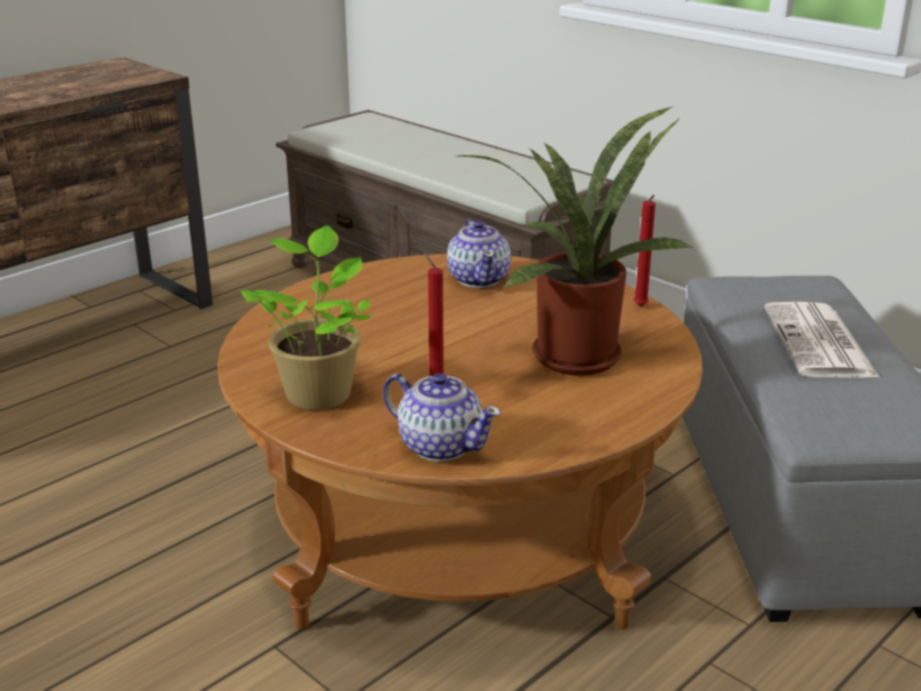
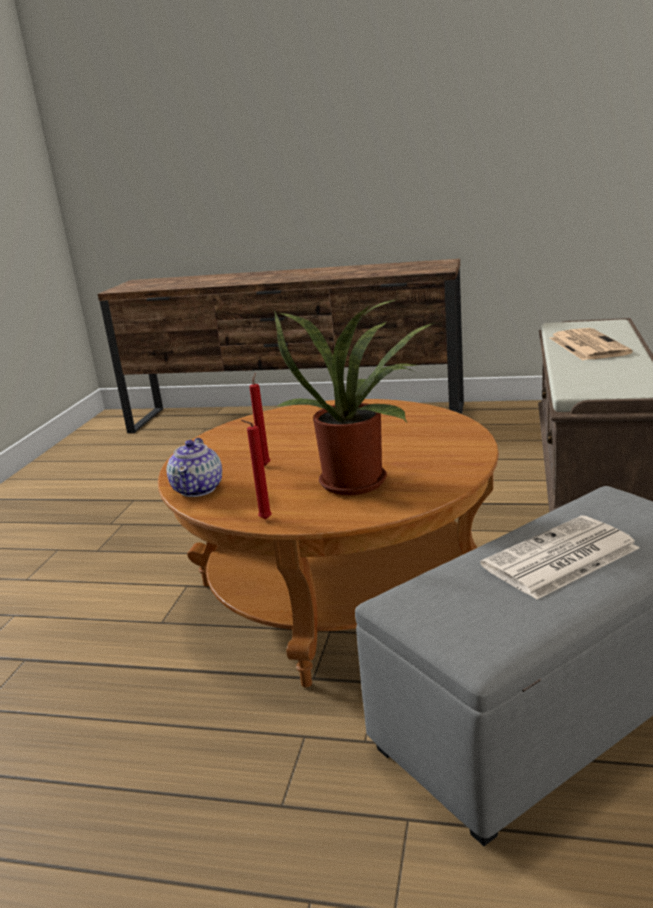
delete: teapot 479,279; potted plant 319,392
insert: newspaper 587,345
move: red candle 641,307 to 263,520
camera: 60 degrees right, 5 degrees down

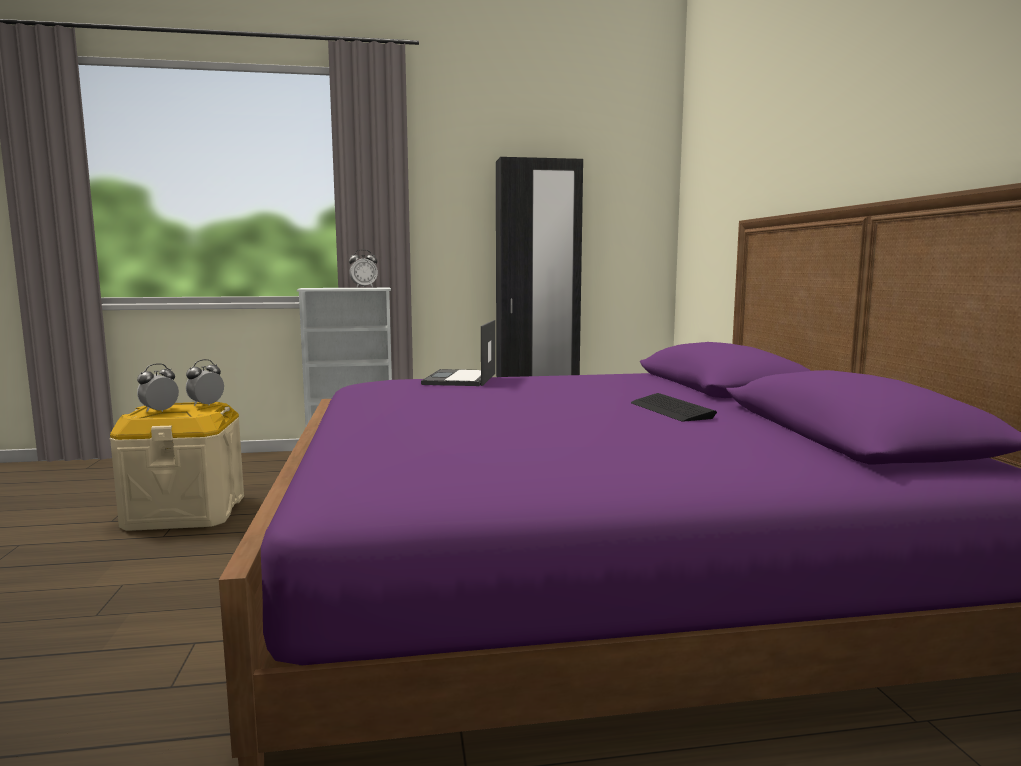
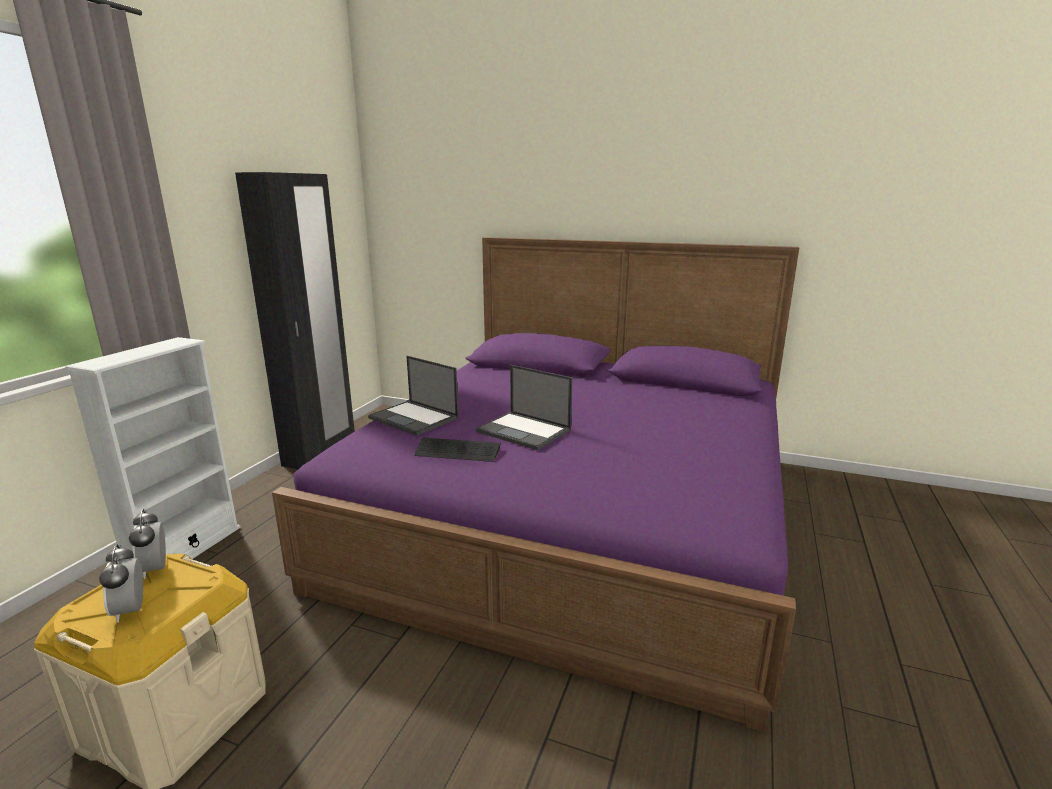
delete: alarm clock 364,287
insert: laptop 525,431
move: keyboard 671,410 to 457,451
camera: 60 degrees left, 10 degrees up

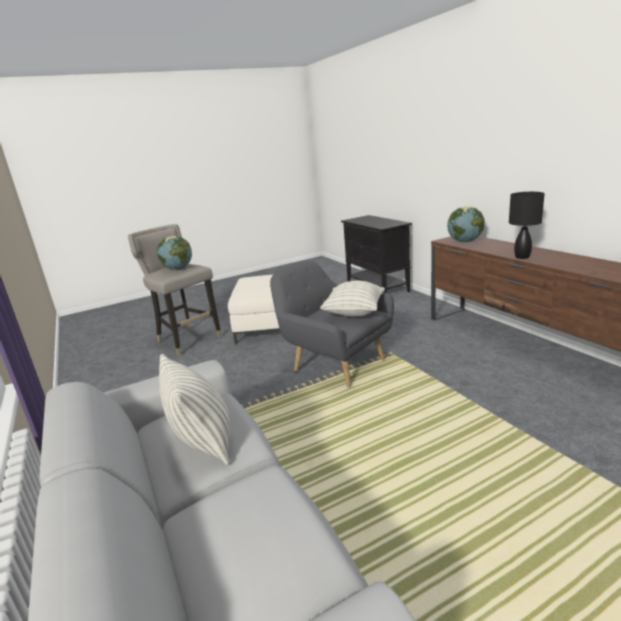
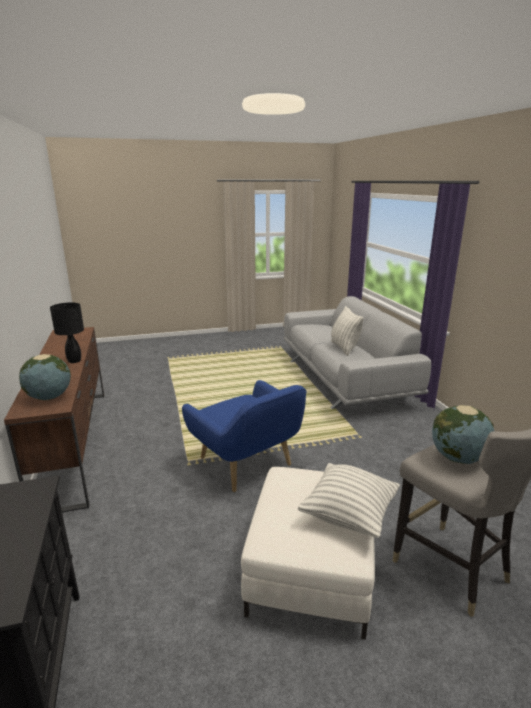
move: pillow 354,313 to 349,515
recolor: grey armchair 335,363 to blue armchair 247,465
camera: 170 degrees left, 0 degrees up

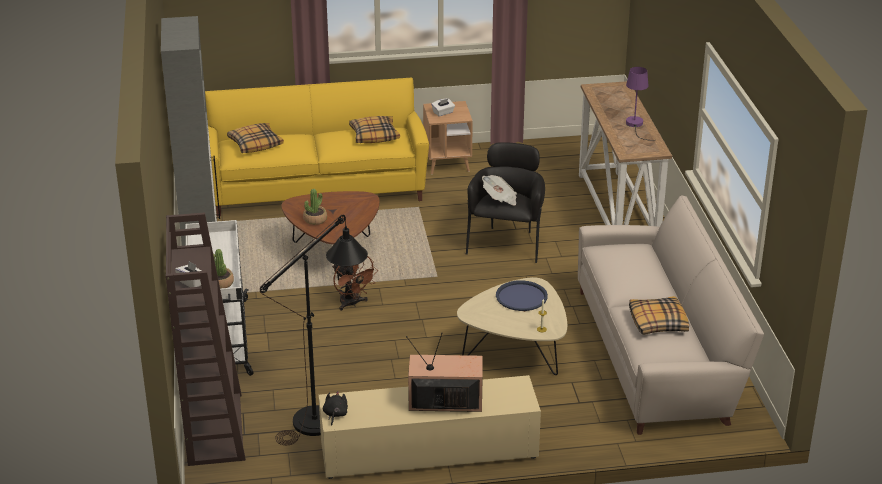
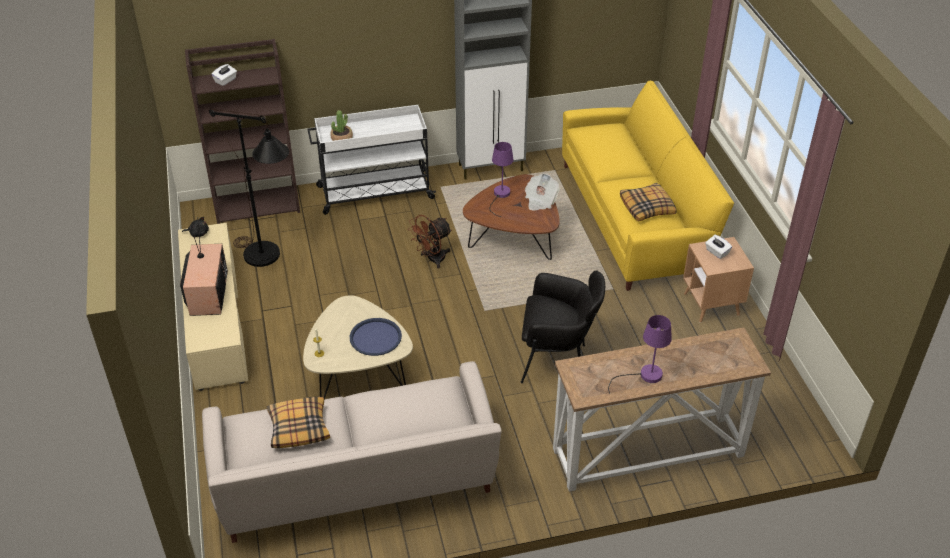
delete: pillow 255,144
move: newspaper 500,199 to 540,200
replace: potted plant 315,219 to purple table lamp 500,196
camera: 85 degrees right, 10 degrees up

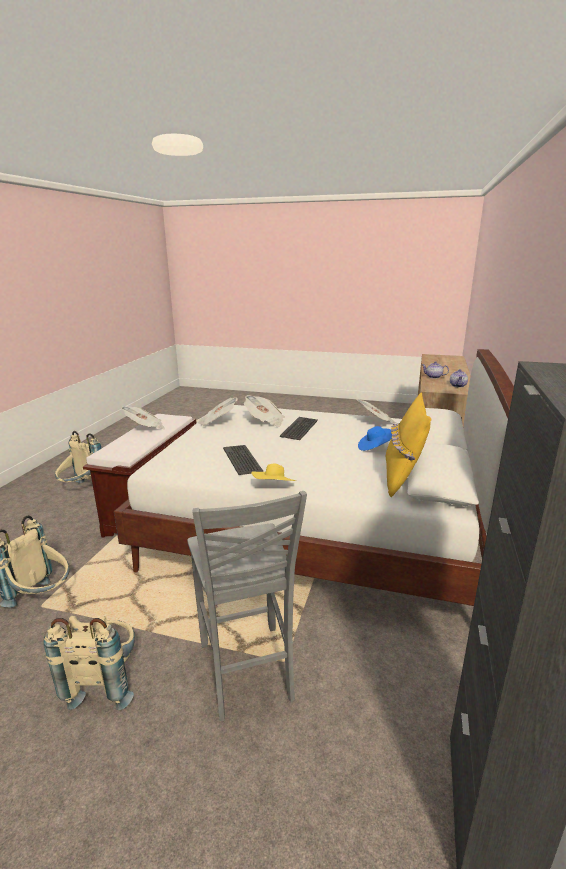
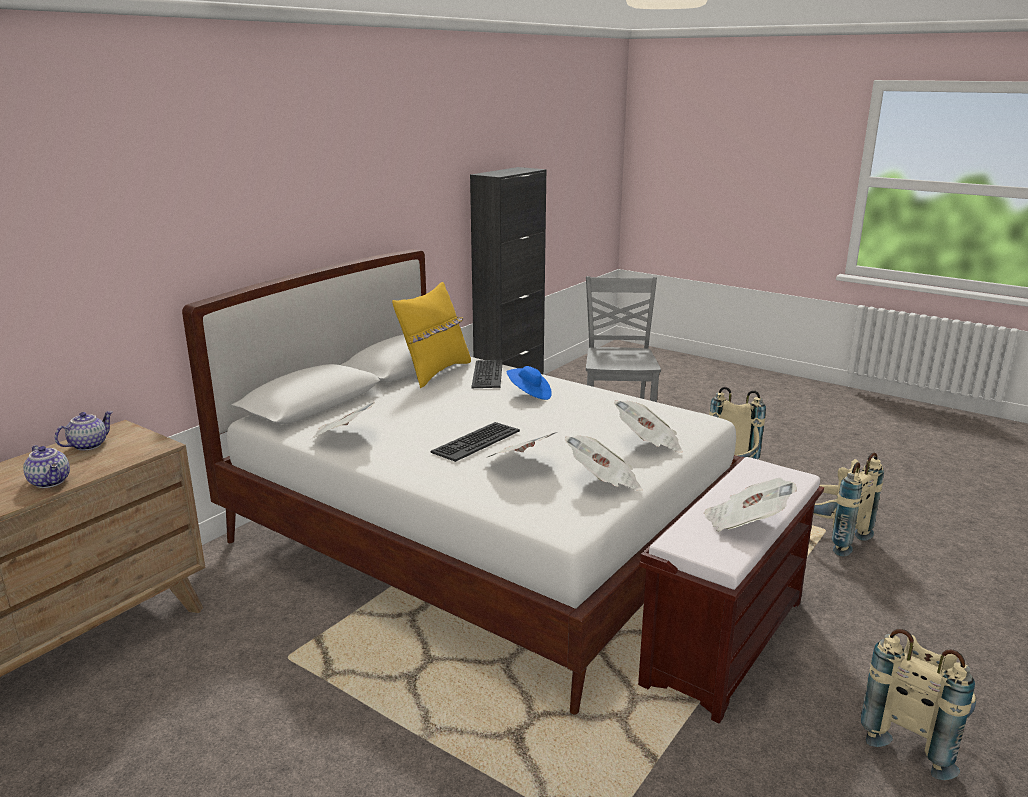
delete: yellow hat 274,488
insert: newspaper 648,443
move: blue hat 375,448 to 529,394; keyboard 242,460 to 486,374
camera: 160 degrees left, 0 degrees up

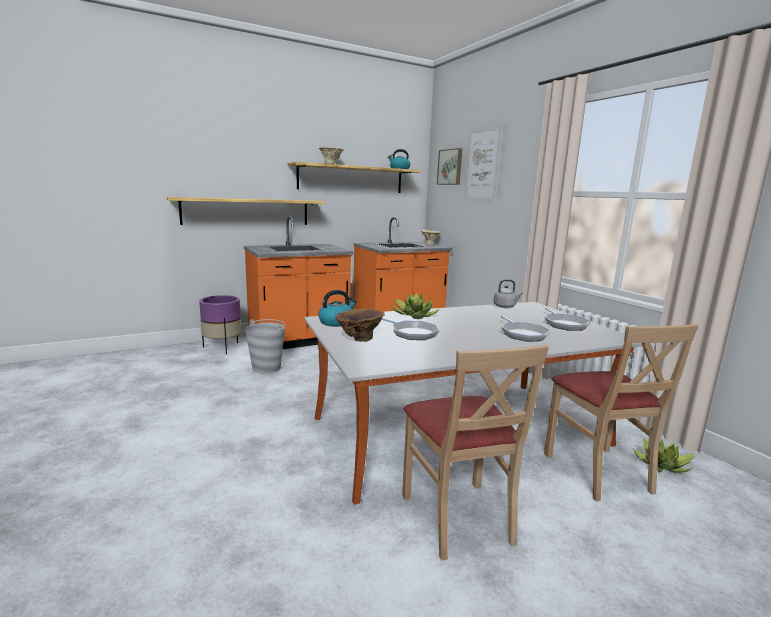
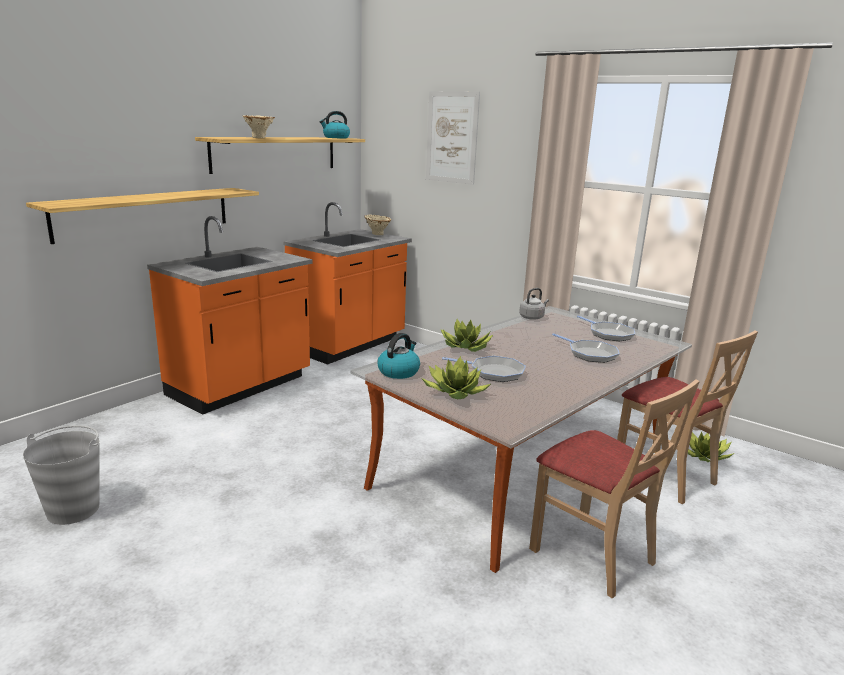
delete: picture 450,167; purple planter 222,348
move: grey bucket 267,368 to 74,509
replace: brown vase 359,339 to potted plant 455,392
camera: 25 degrees left, 5 degrees up

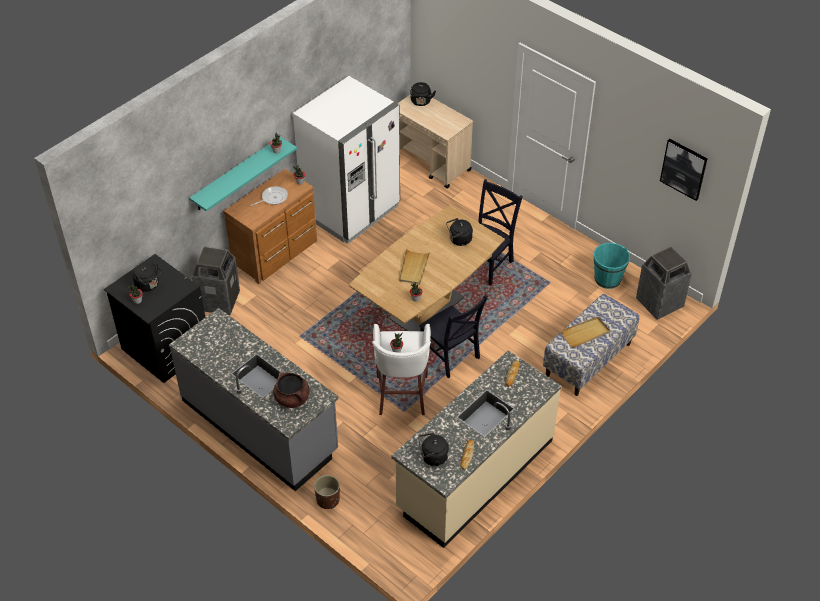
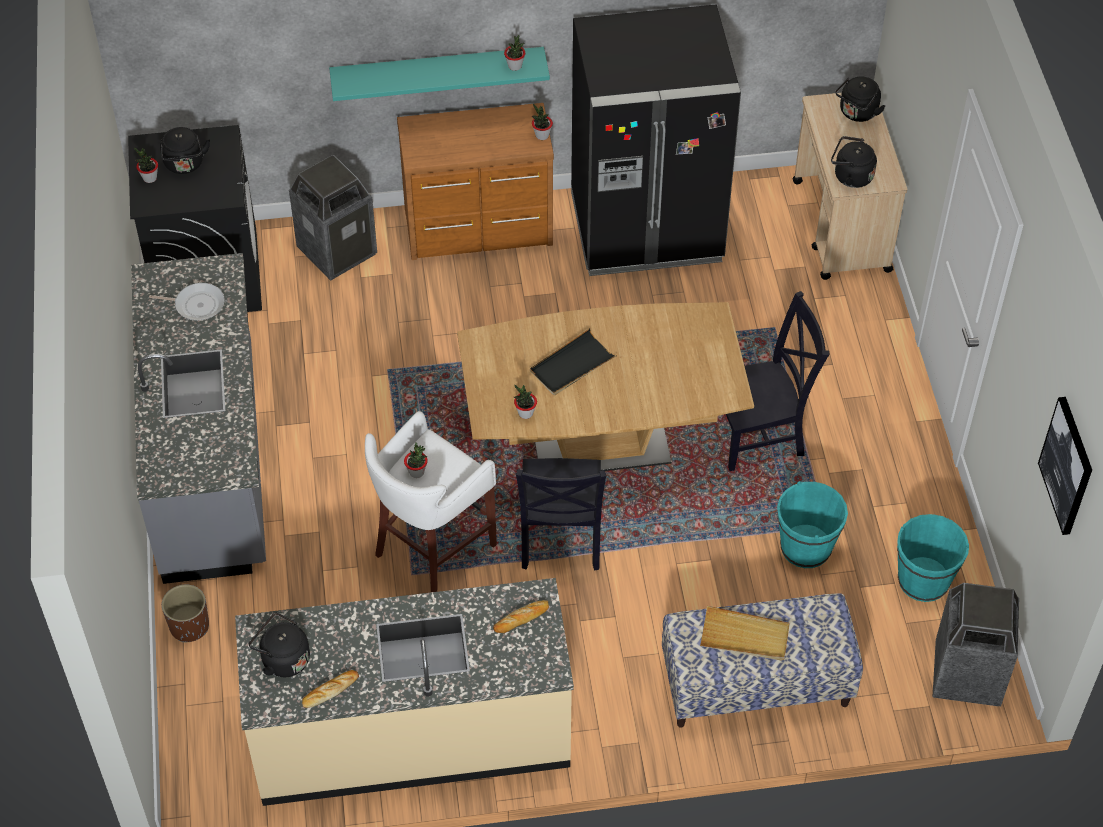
delete: brown cooking pot 292,399
insert: turquoise bucket 806,547
move: frying pan 273,198 to 197,305; black kettle 459,240 to 850,176
recolor: white fridge 351,210 to black fridge 646,229; beige tray 414,268 to black tray 572,365
camera: 40 degrees right, 5 degrees up

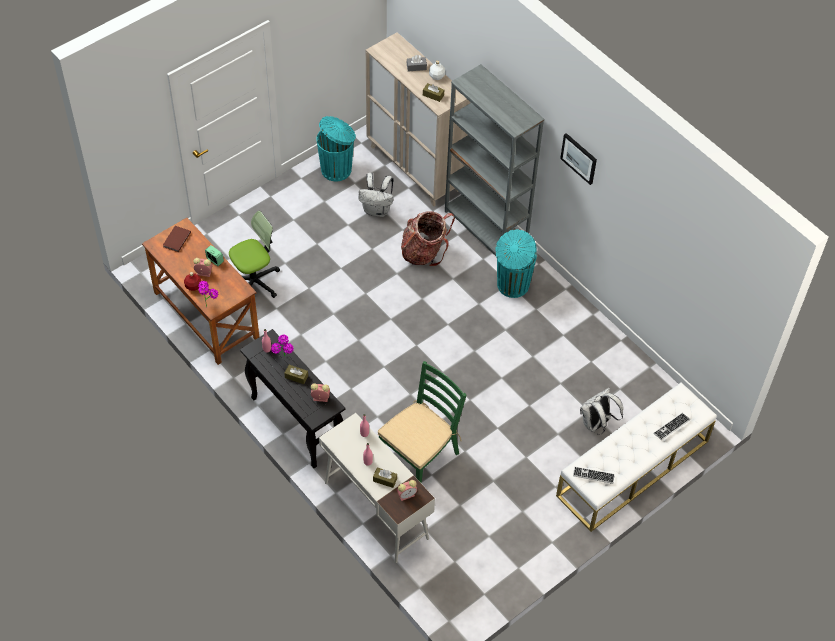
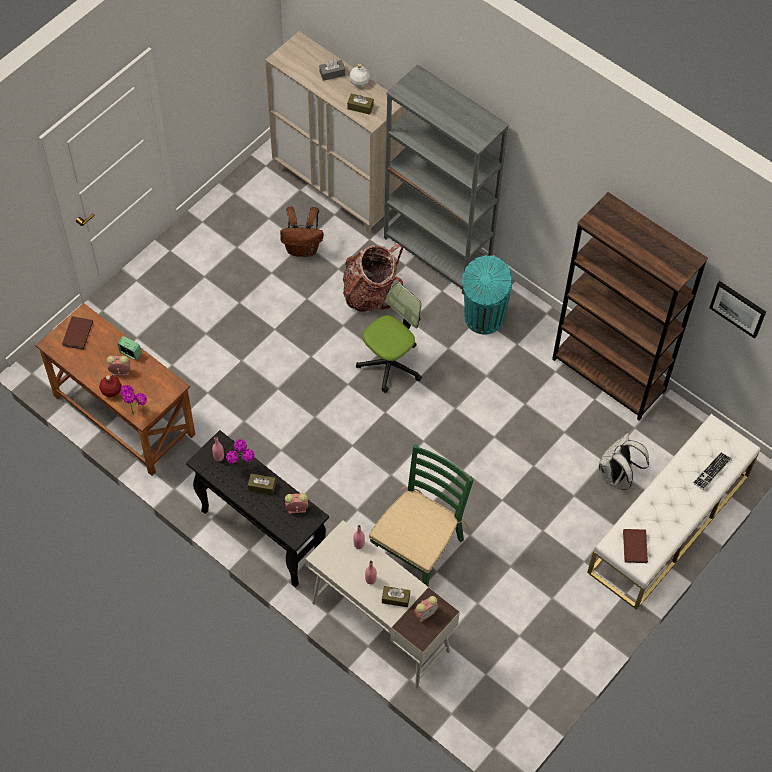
delete: turquoise trash can 337,169
insert: brown bookcase 609,375
move: picture 579,158 to 738,308; office chair 255,281 to 390,364
replace: keyboard 593,475 to brown book 634,547
recolor: white backpack 377,210 to brown backpack 303,248
camera: 10 degrees left, 5 degrees up

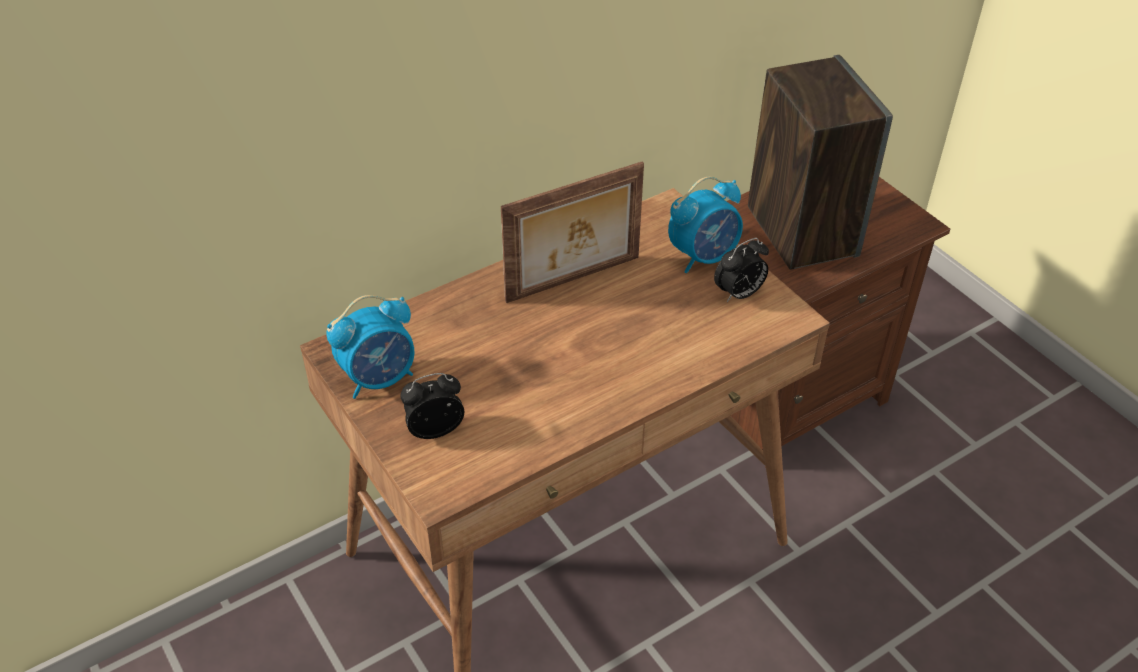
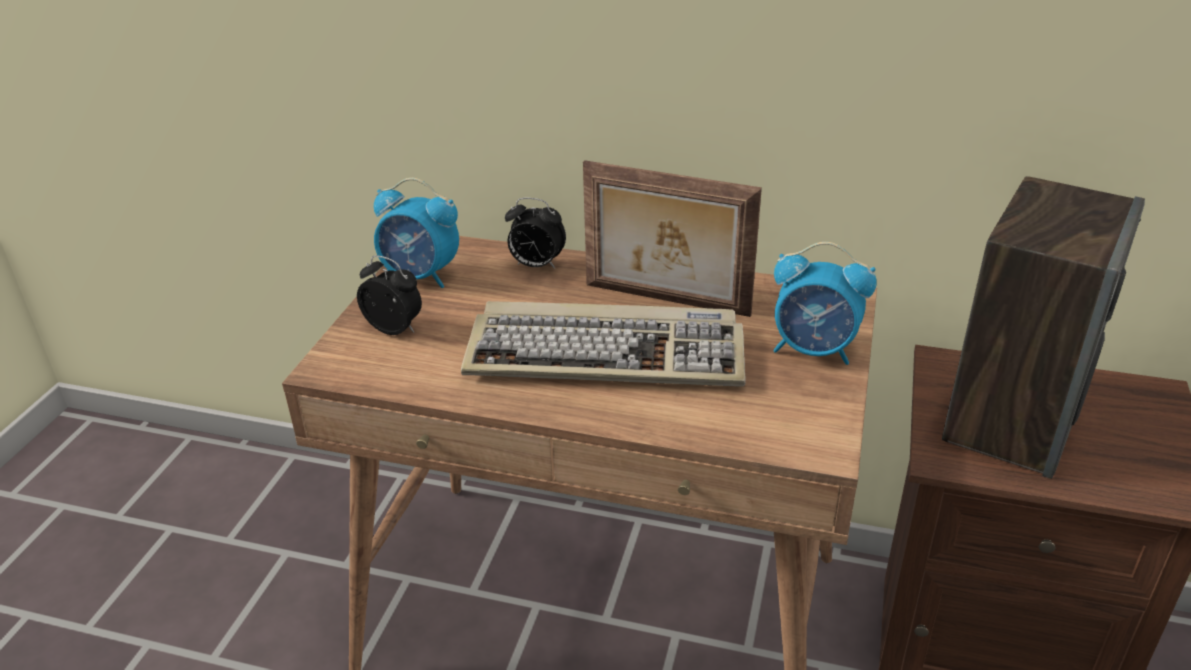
insert: keyboard 608,353
move: alarm clock 739,294 to 536,265
camera: 50 degrees right, 10 degrees down

